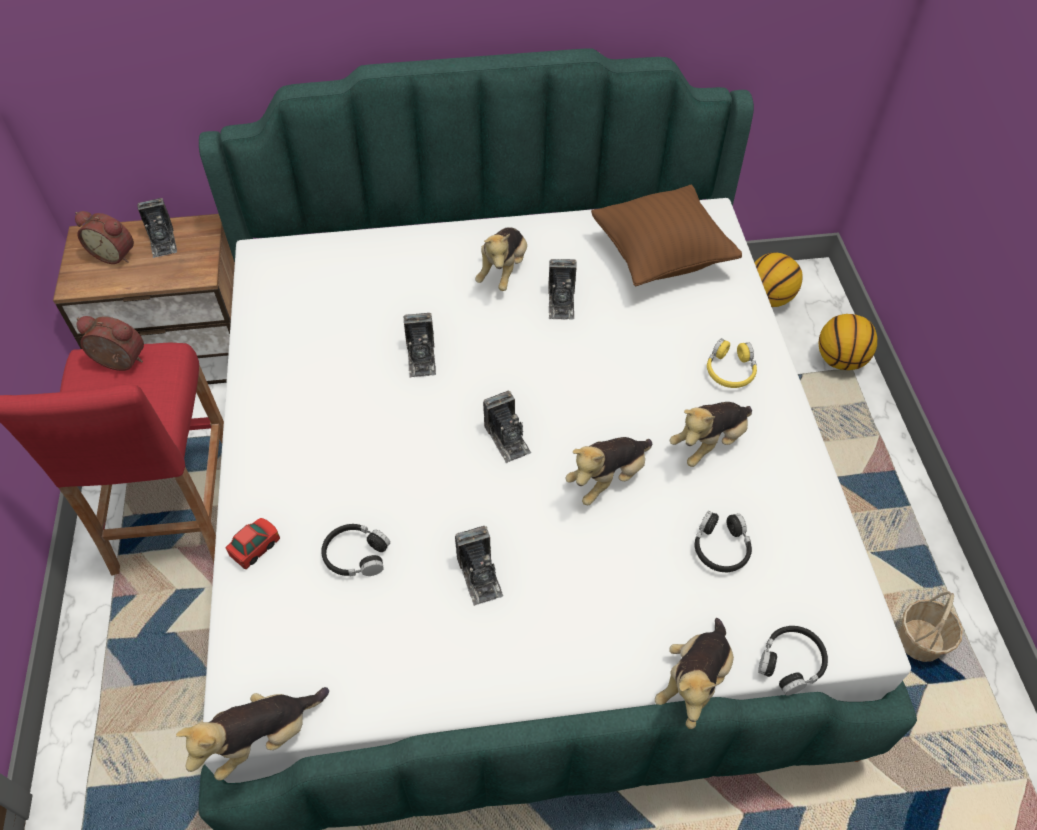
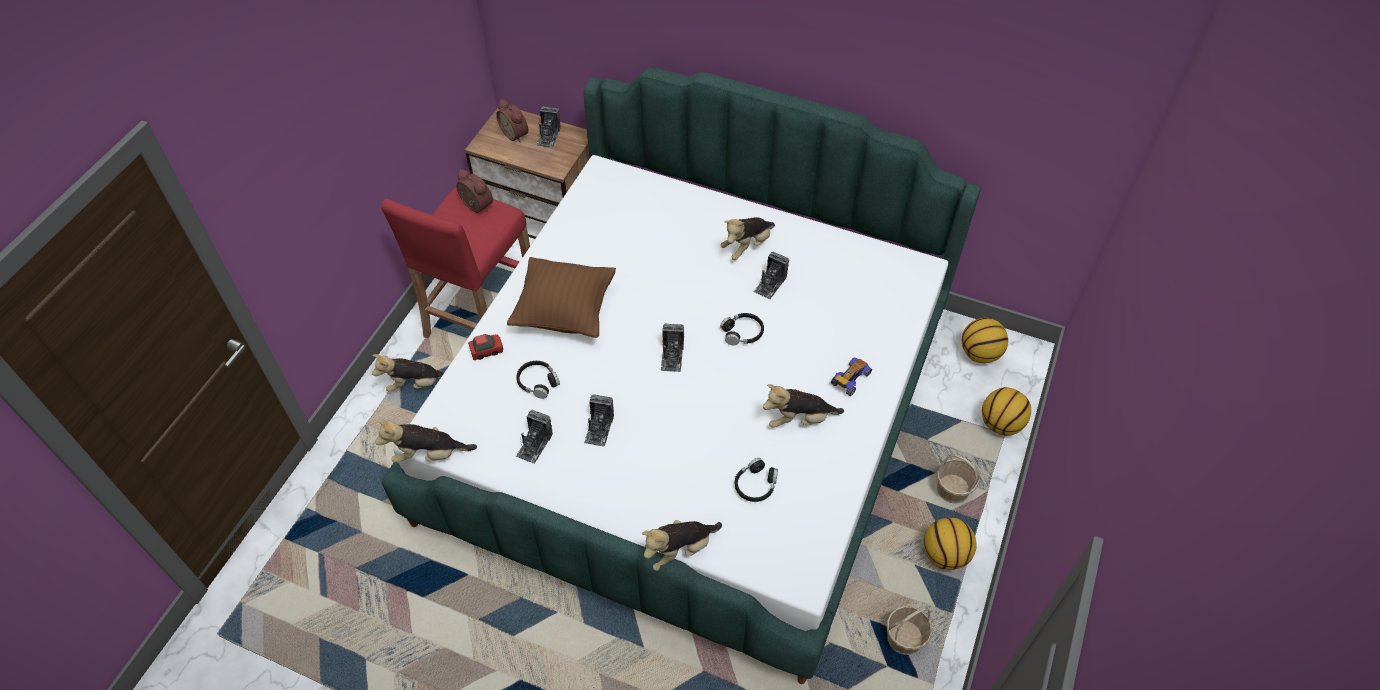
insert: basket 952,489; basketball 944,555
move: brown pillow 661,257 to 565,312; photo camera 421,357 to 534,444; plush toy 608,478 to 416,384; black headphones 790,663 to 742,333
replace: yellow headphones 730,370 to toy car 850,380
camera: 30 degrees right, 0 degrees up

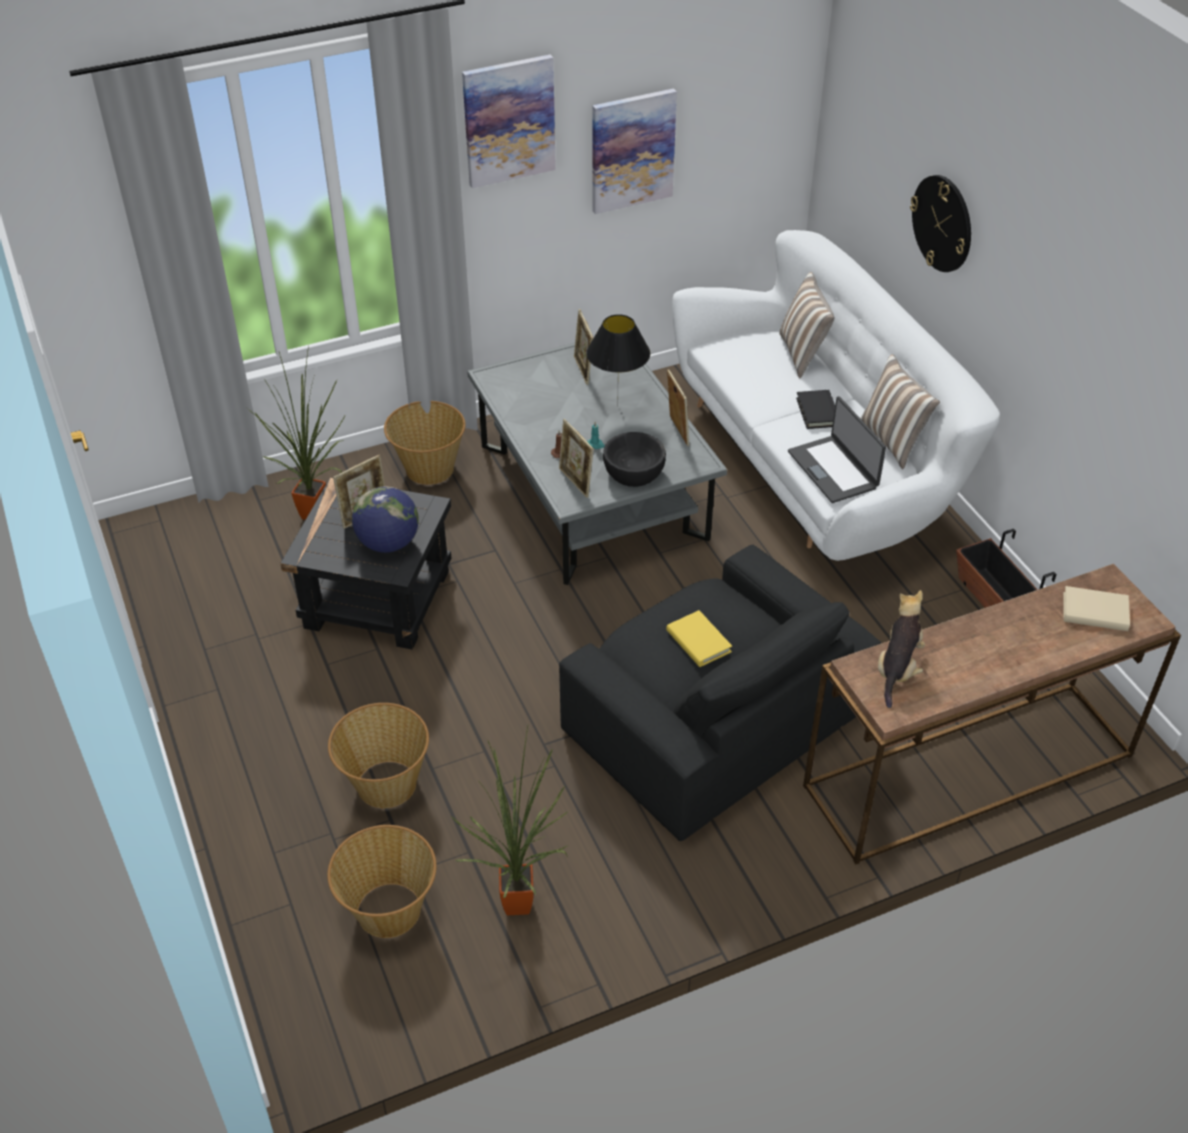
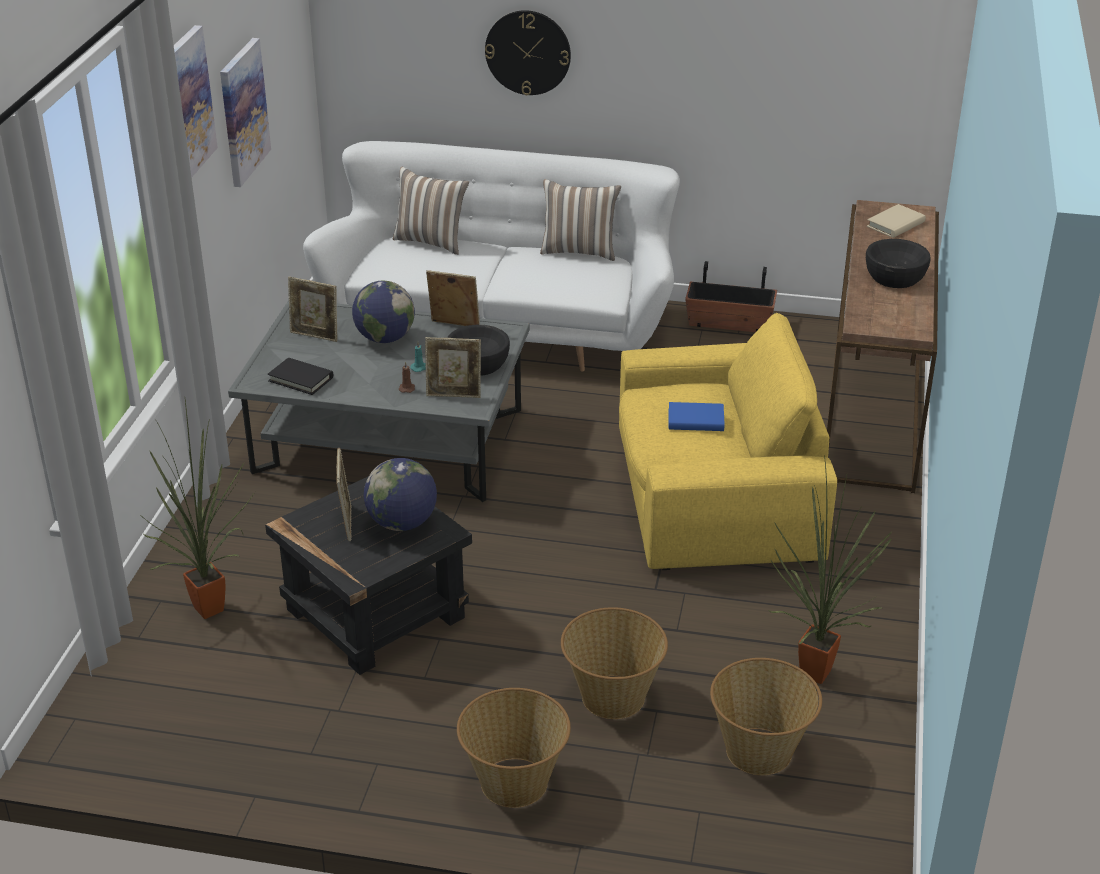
delete: laptop 833,469; plush toy 897,669
insert: black bowl 895,277
move: black book 818,412 to 301,379; basket 429,469 to 514,783
replace: black table lamp 617,406 to globe 385,338
recolor: black armchair 712,719 to yellow armchair 714,493; yellow book 698,641 to blue book 696,420
camera: 55 degrees left, 10 degrees down

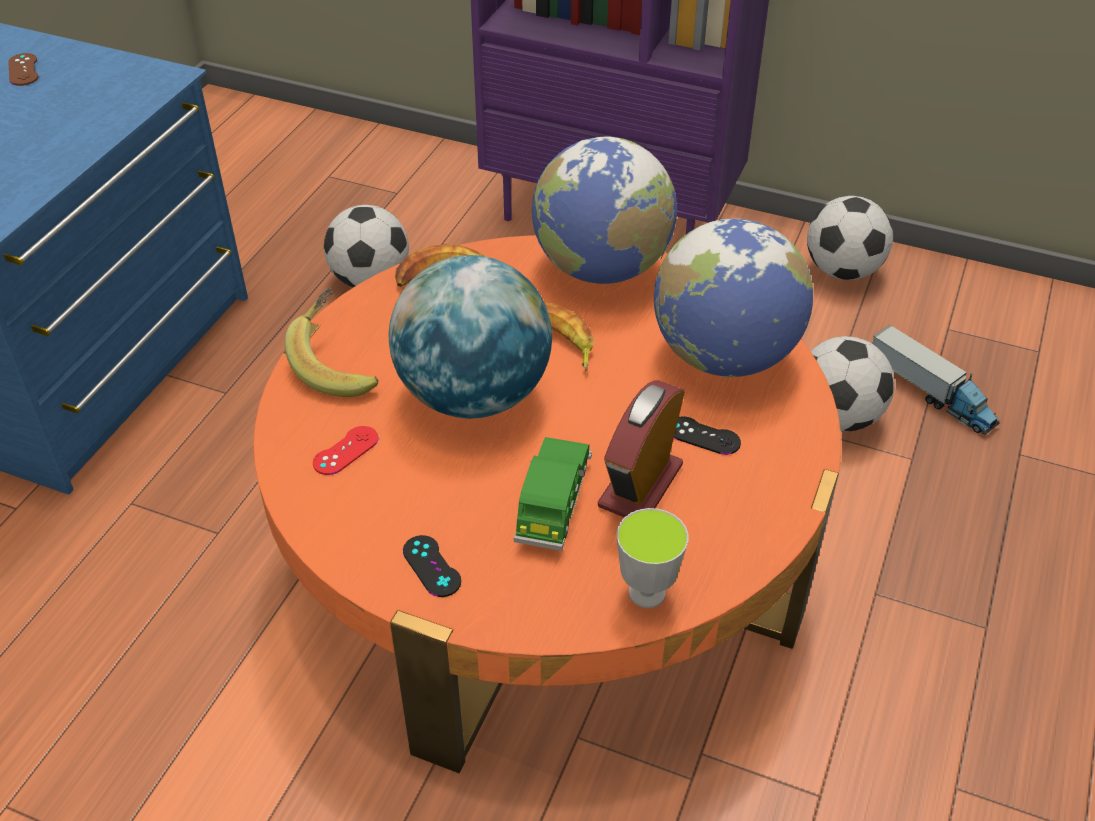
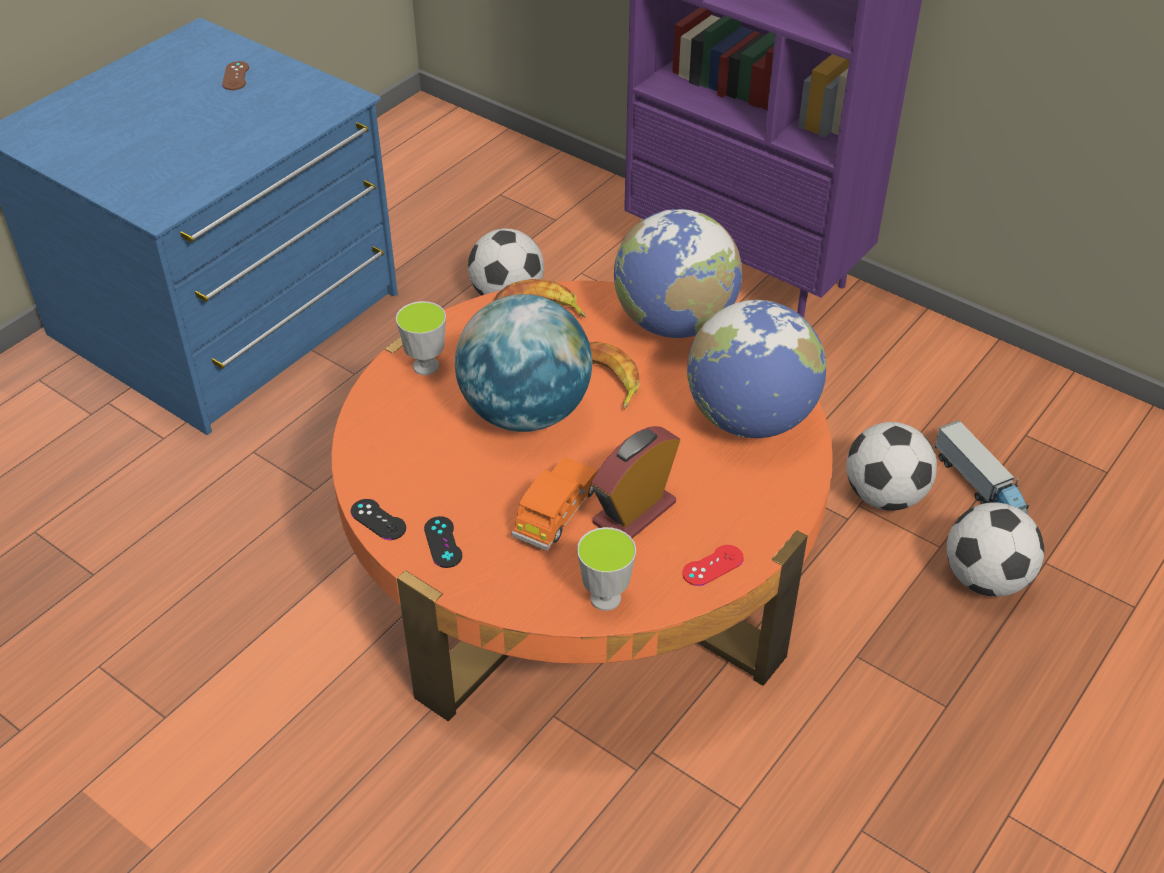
move: football 842,271 to 985,579; black game controller 704,436 to 378,520; red game controller 345,451 to 713,565
replace: banana 339,364 to cup 426,366
recolor: green toy car 553,504 to orange toy car 557,513
camera: 15 degrees right, 0 degrees up

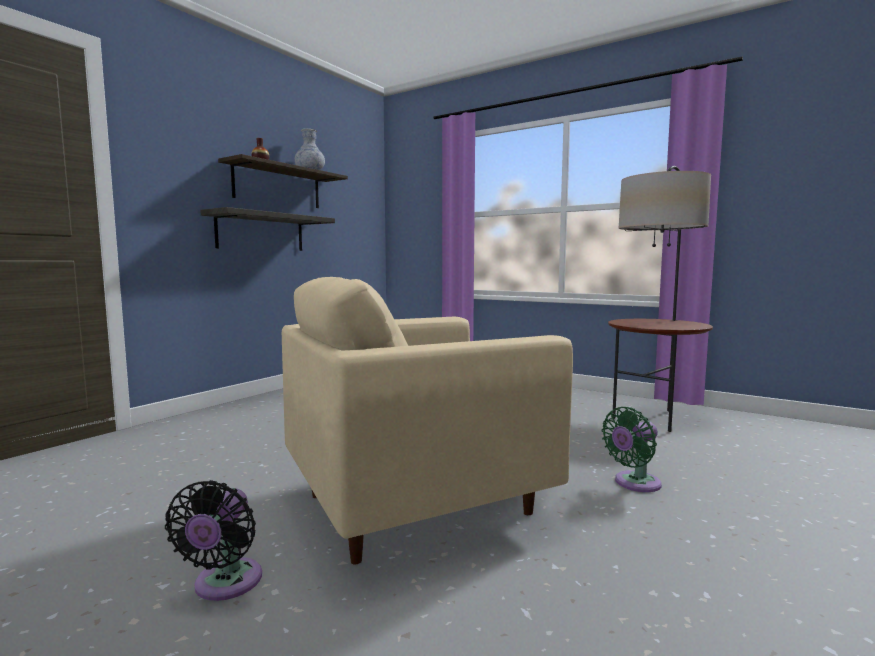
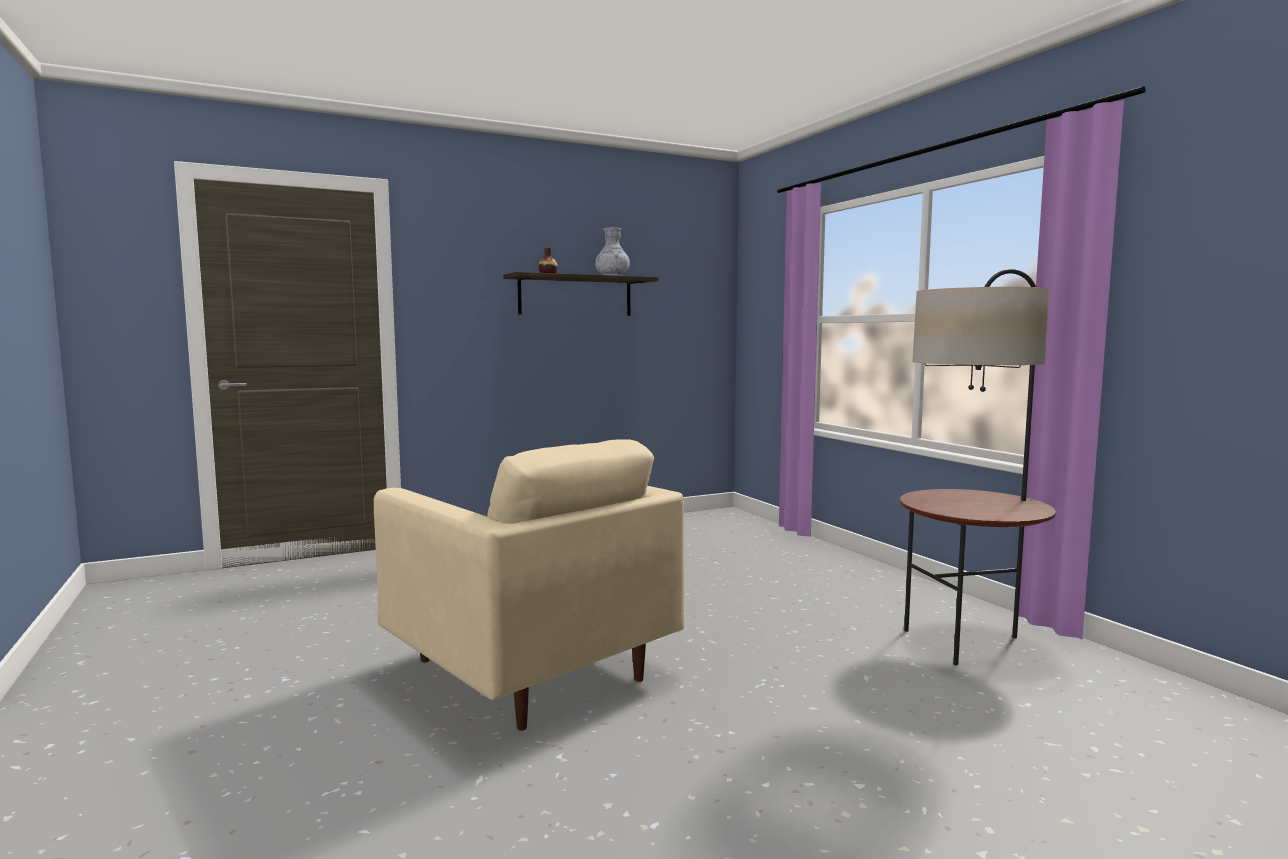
delete: shelf 261,232; green fan 634,483; black fan 225,585
rotate: beige armchair 417,504 = 528,670 135 degrees counterclockwise
camera: 30 degrees right, 0 degrees up

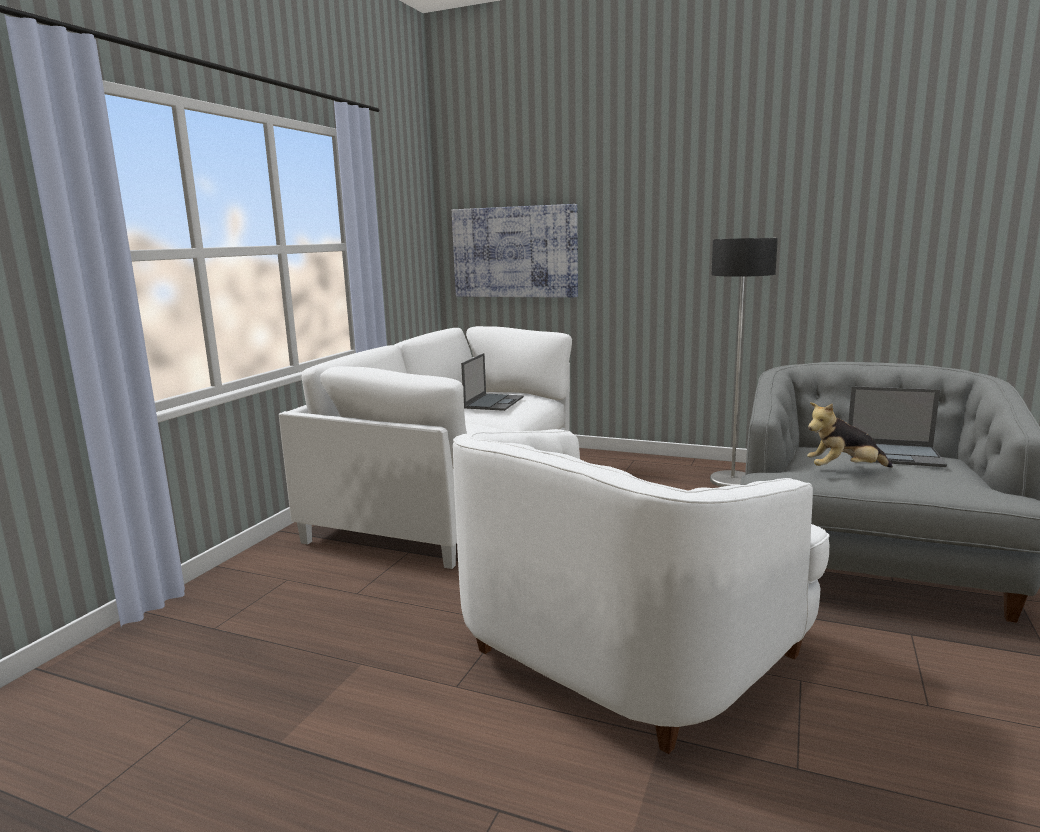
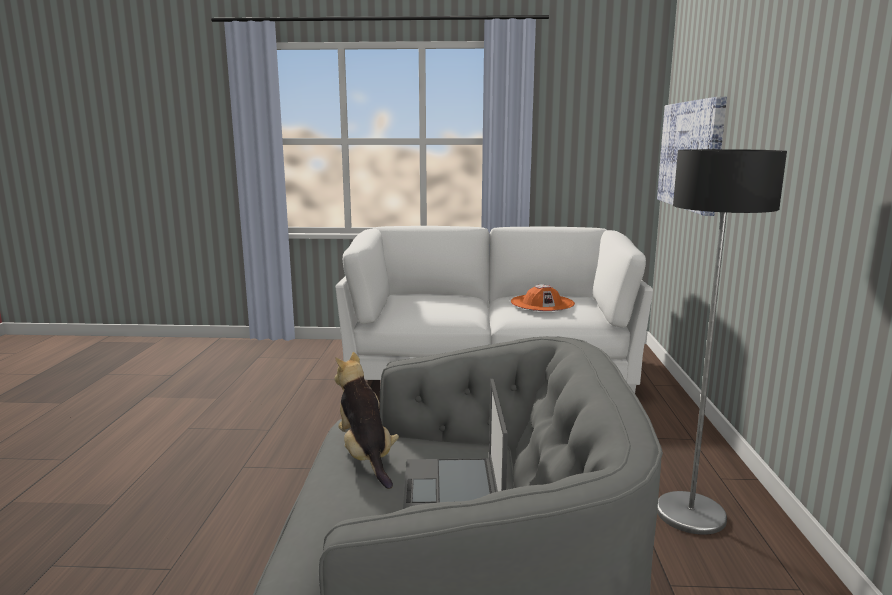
delete: white armchair 628,648
replace: laptop 494,402 to orange hat 542,303
camera: 70 degrees right, 0 degrees up

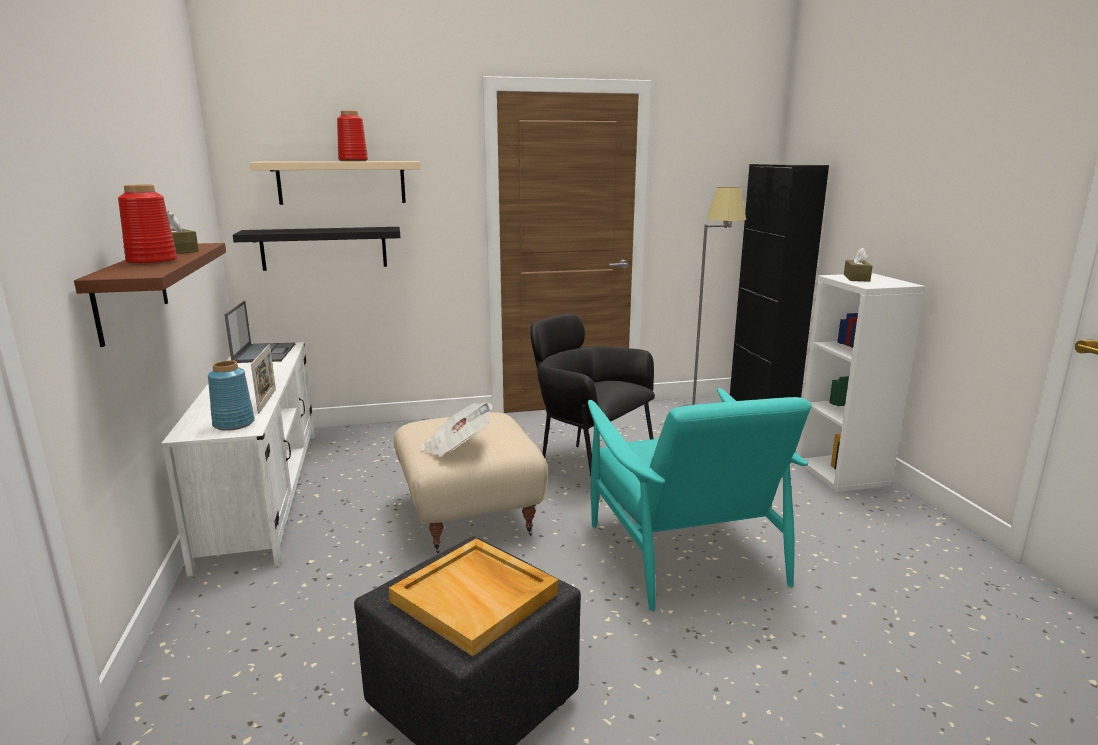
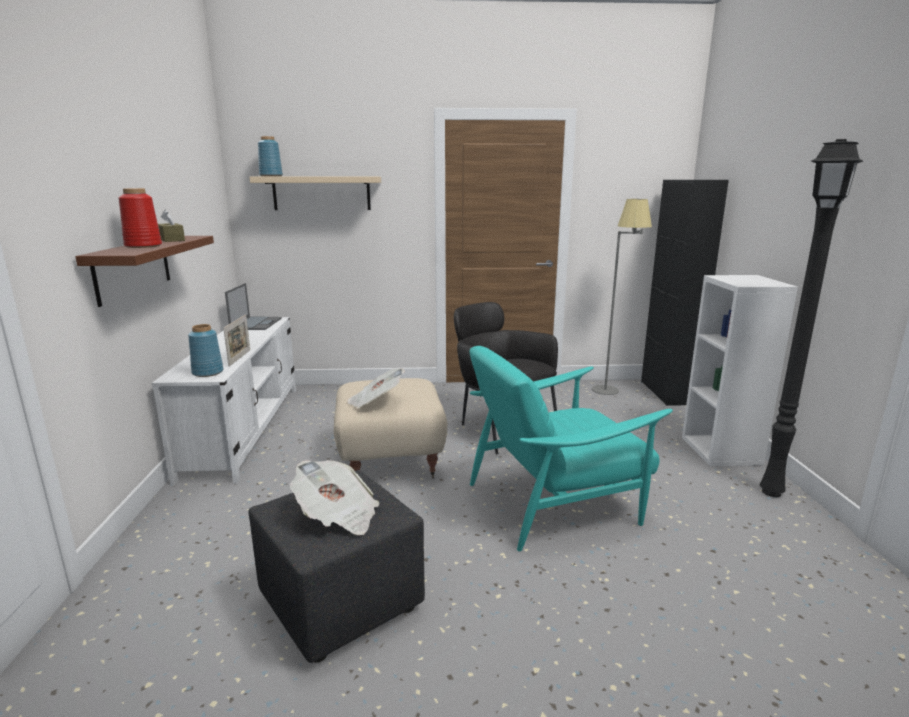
delete: red vase 352,161; black shelf 324,248; brown tissue box 856,278
insert: blue vase 271,176; black floor lamp 773,492
replace: beige tray 476,597 to newspaper 337,516
rotate: turquoise armchair 683,549 = 555,501 75 degrees clockwise
camera: 10 degrees right, 0 degrees up

